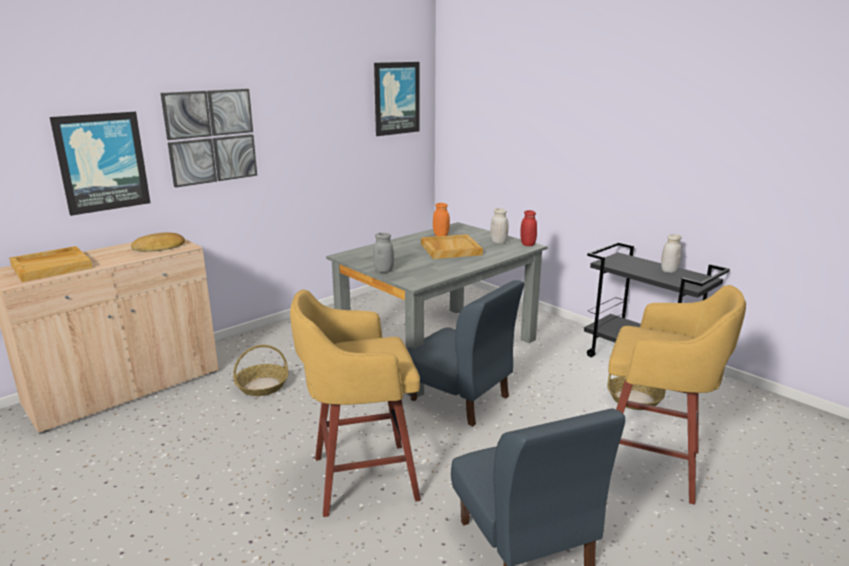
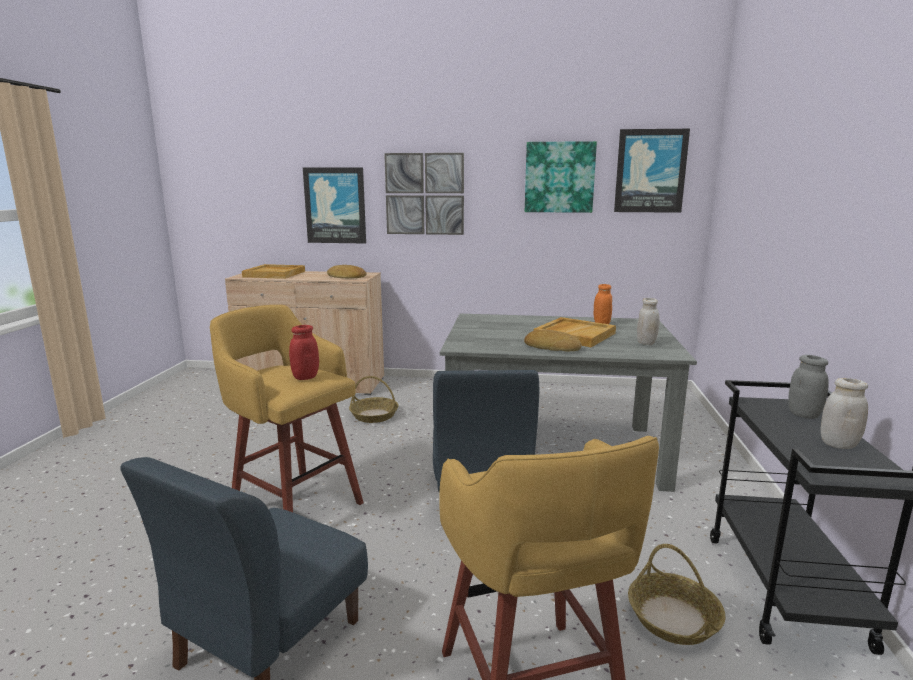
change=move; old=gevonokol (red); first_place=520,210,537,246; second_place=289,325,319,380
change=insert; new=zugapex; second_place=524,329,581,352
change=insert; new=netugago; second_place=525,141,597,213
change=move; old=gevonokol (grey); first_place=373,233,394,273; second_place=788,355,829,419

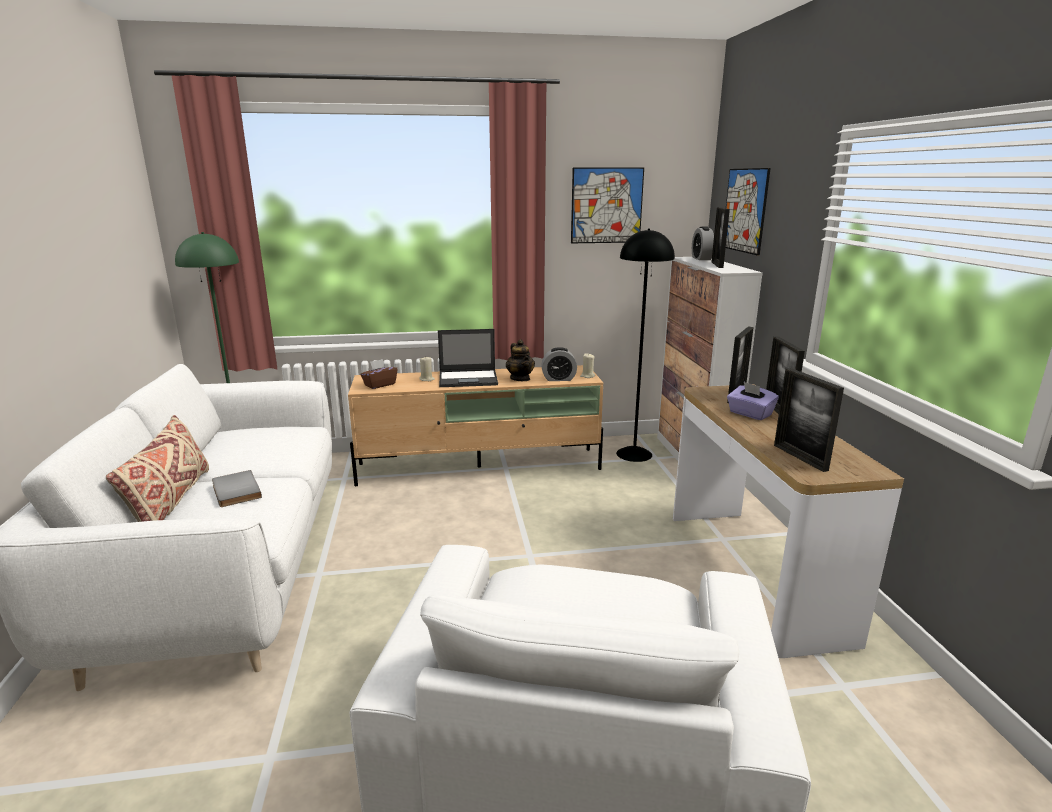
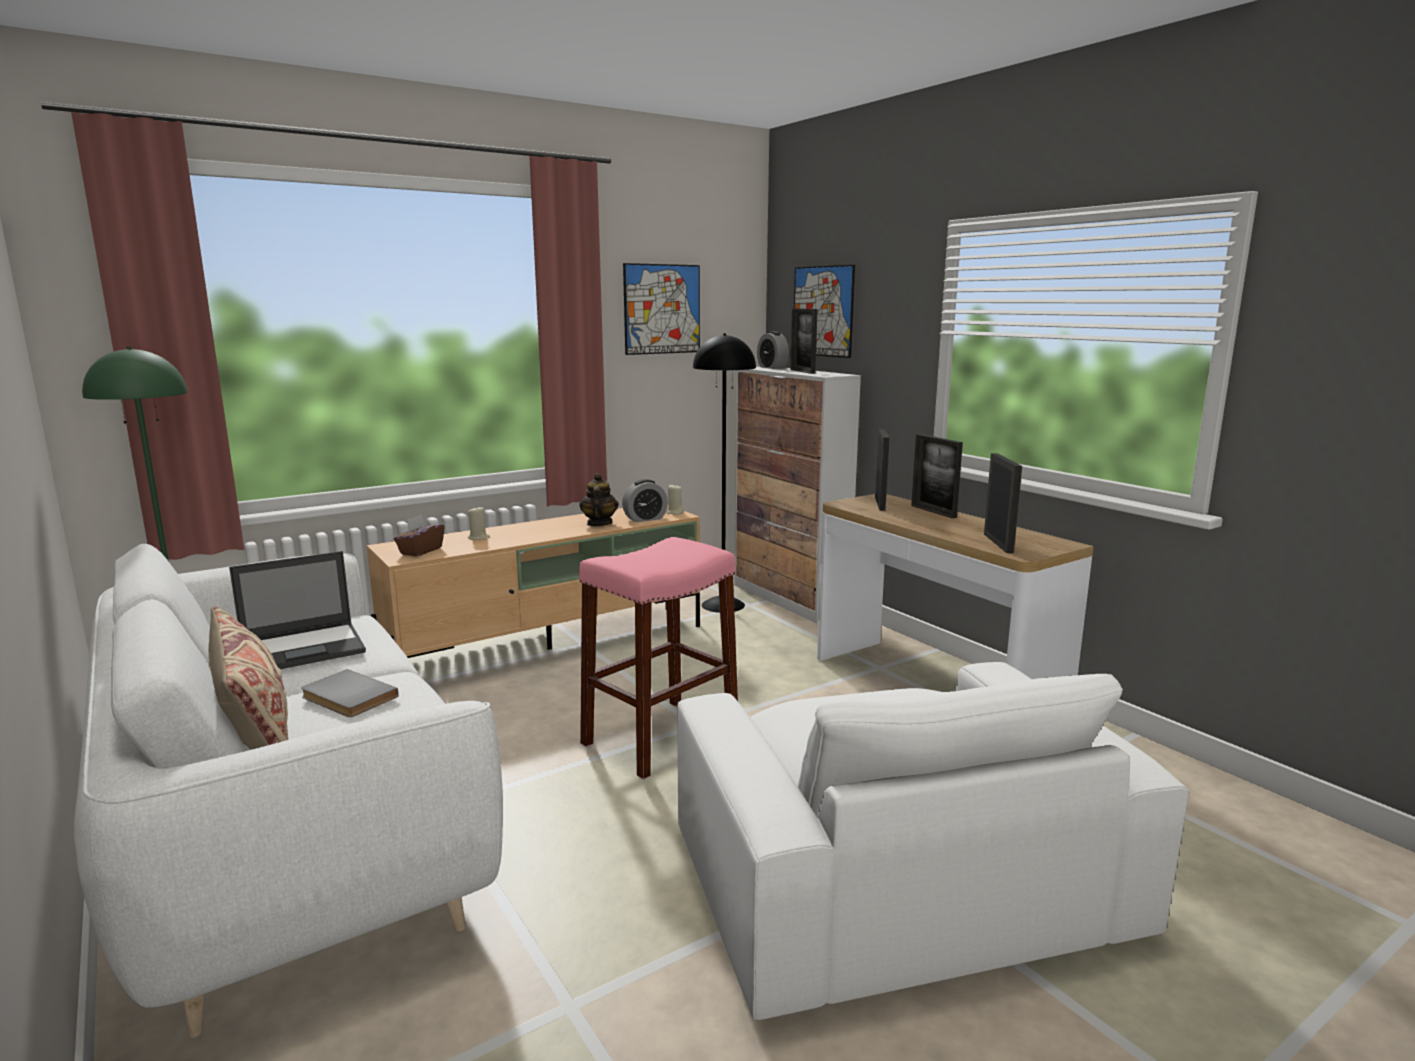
change=move; old=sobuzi; first_place=438,329,498,387; second_place=229,551,366,669
change=rotate; old=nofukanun; first_place=506,339,535,381; second_place=579,473,619,526; degrees=-135
change=insert; new=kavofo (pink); second_place=579,537,738,779
change=rotate; old=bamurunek; first_place=774,368,844,472; second_place=984,453,1022,553; degrees=-135
change=delete; old=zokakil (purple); first_place=727,382,779,420

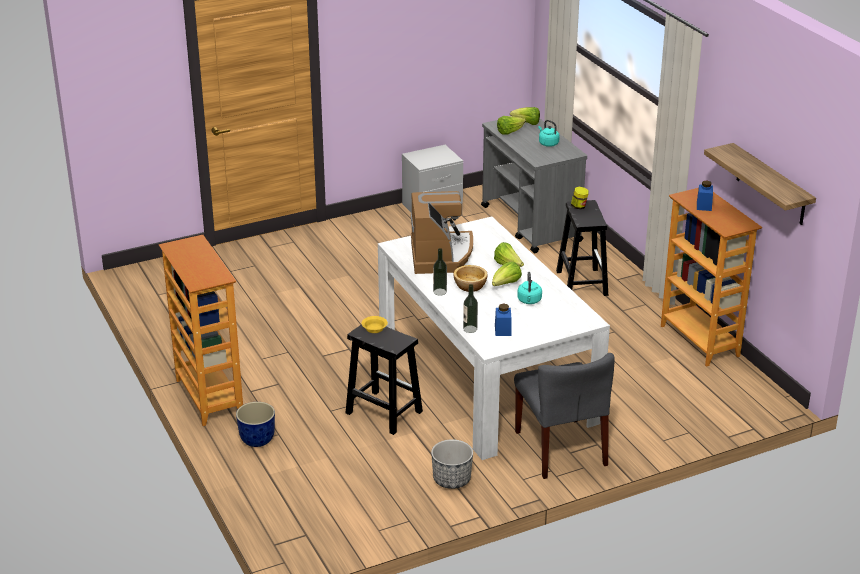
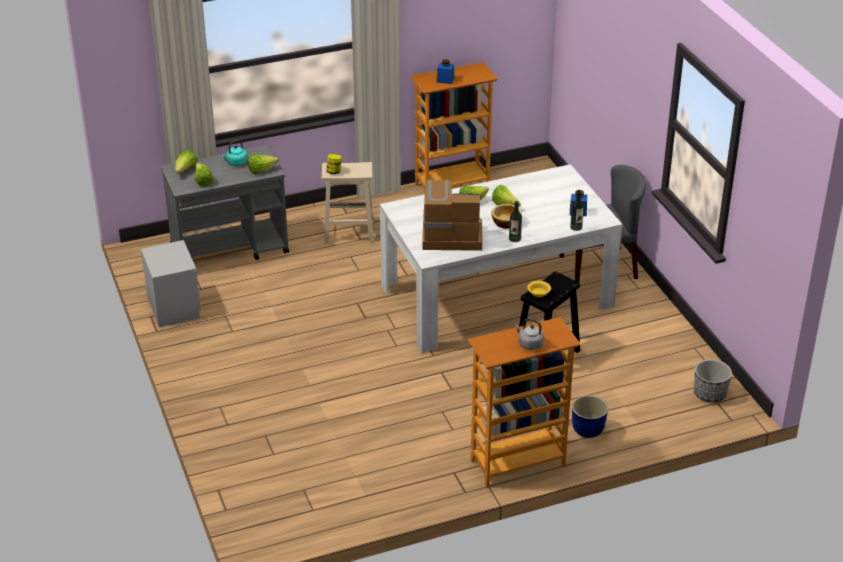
change=insert; new=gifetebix; second_place=248,155,278,174
change=recolor; old=kavofo (black); new=kavofo (beige); first_place=556,200,608,296; second_place=322,162,374,244
change=insert; new=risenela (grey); second_place=514,318,544,350
change=move; old=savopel; first_place=431,439,473,489; second_place=694,359,732,402
change=delete; old=risenela (turquoise); first_place=517,272,542,304
change=delete; old=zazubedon; first_place=704,143,816,225

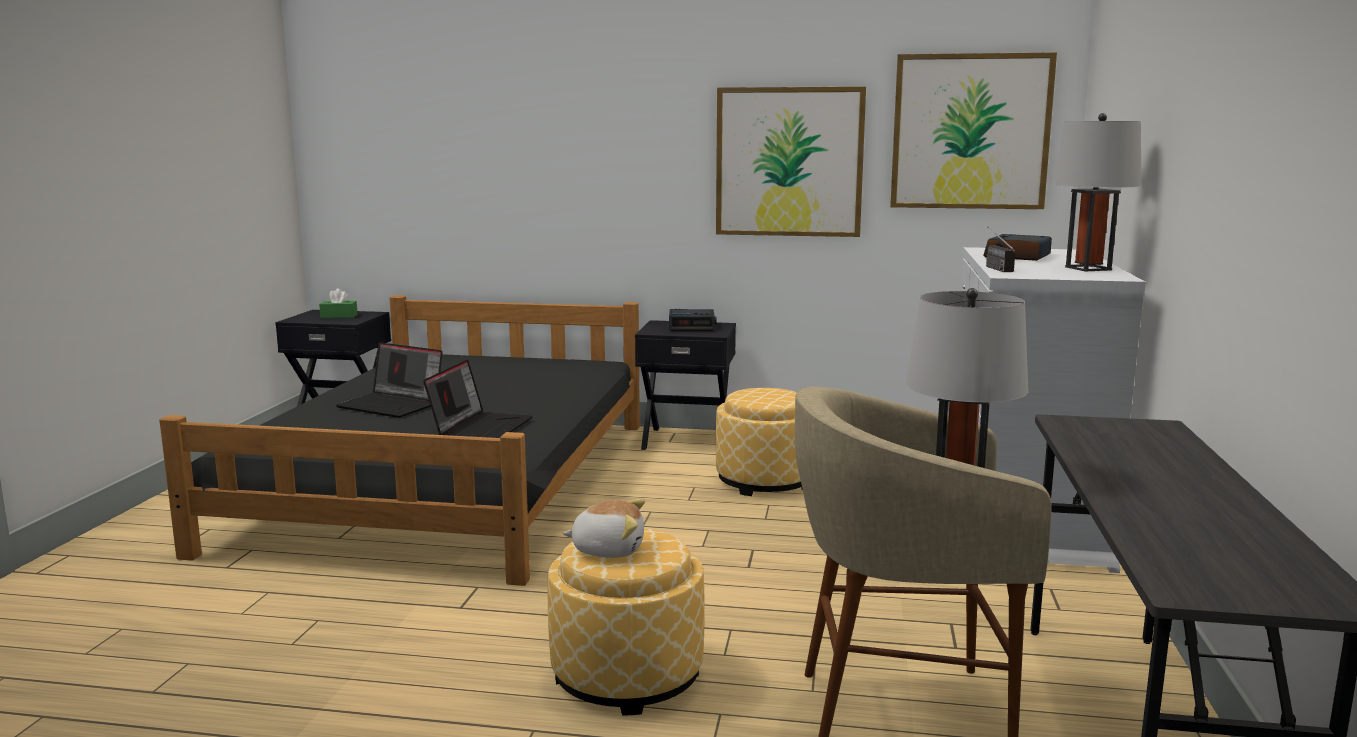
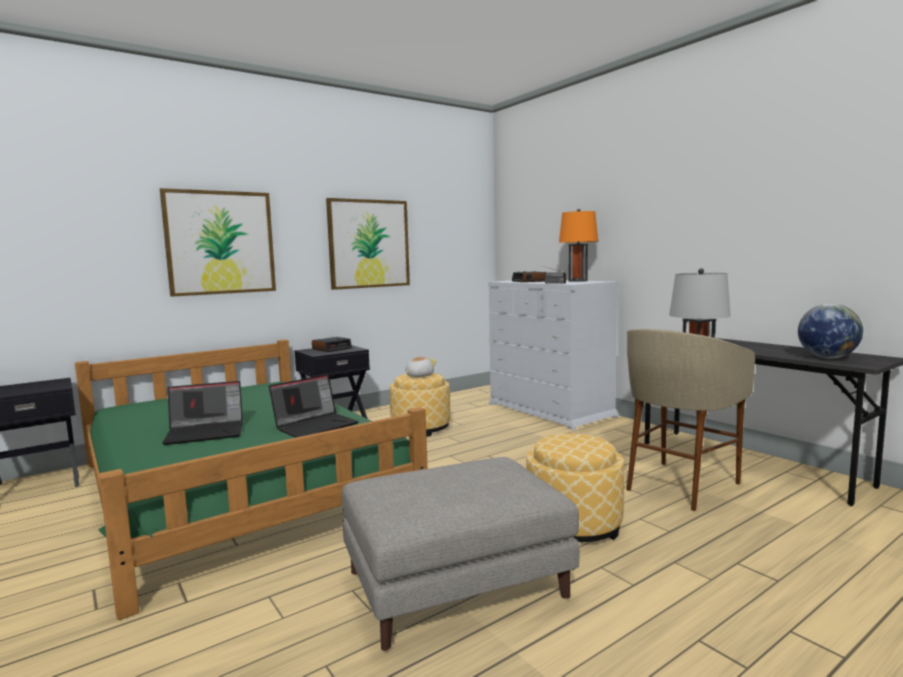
change=recolor; old=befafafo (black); new=befafafo (green); first_place=159,295,640,586; second_place=75,339,427,620
change=move; old=netugago; first_place=890,52,1057,209; second_place=160,188,276,297
change=rotate; old=sobuzi; first_place=423,360,533,438; second_place=269,374,359,437; degrees=75
change=insert; new=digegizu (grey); second_place=342,457,580,651
change=move; old=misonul; first_place=562,499,645,558; second_place=405,357,437,377
change=recolor; old=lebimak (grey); new=lebimak (orange); first_place=1052,113,1142,272; second_place=559,209,598,282
change=insert; new=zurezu; second_place=798,304,863,359
change=delete; old=zokakil (green); first_place=319,288,358,318

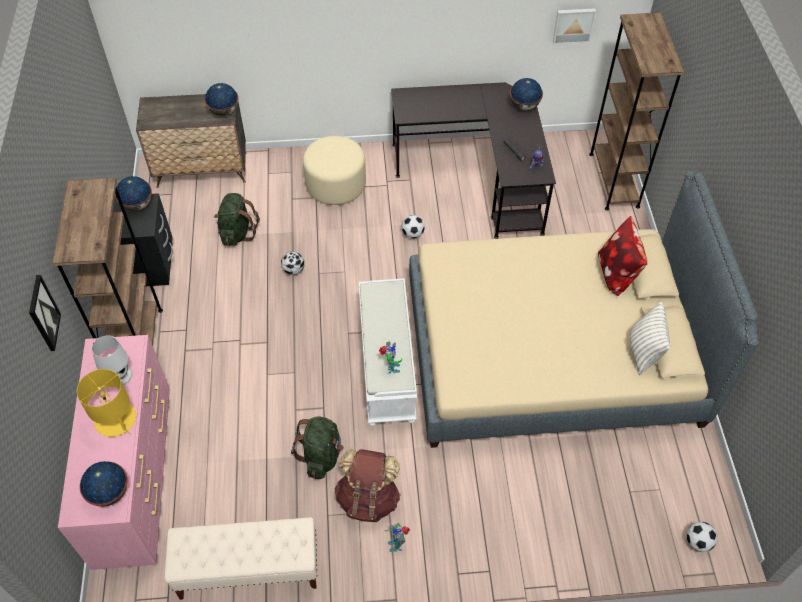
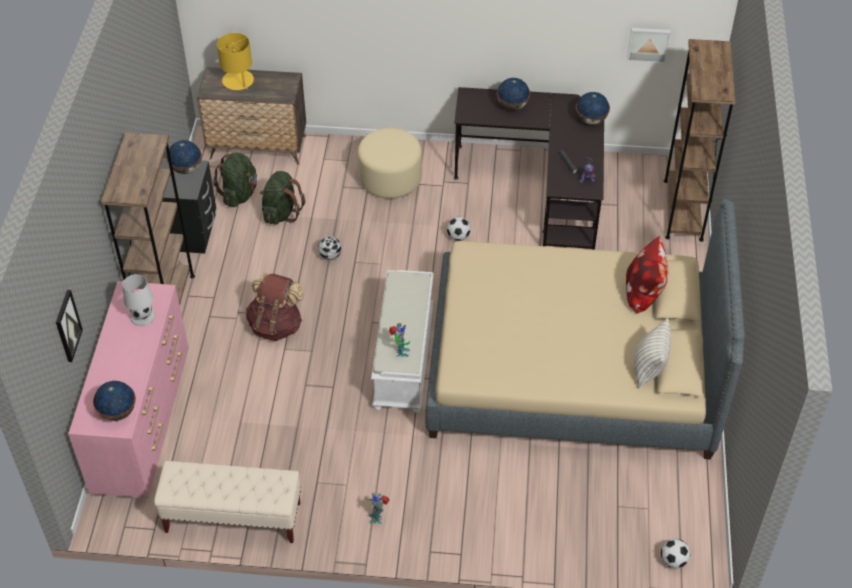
change=move; old=netugago; first_place=29,275,61,351; second_place=56,290,83,362
change=move; old=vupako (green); first_place=291,417,344,479; second_place=213,153,257,207
change=move; old=lebimak (yellow); first_place=77,369,136,437; second_place=217,33,254,90
change=move; old=vupako (brown); first_place=334,449,401,522; second_place=246,273,304,341
change=move; old=zurezu; first_place=205,83,238,116; second_place=497,78,530,110

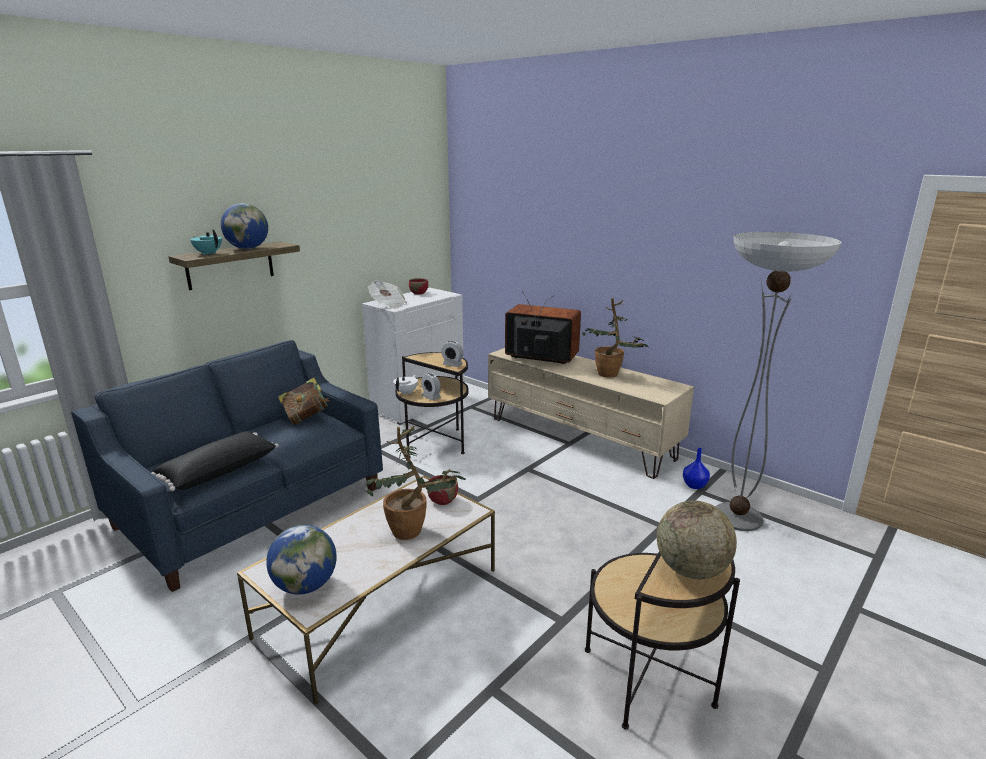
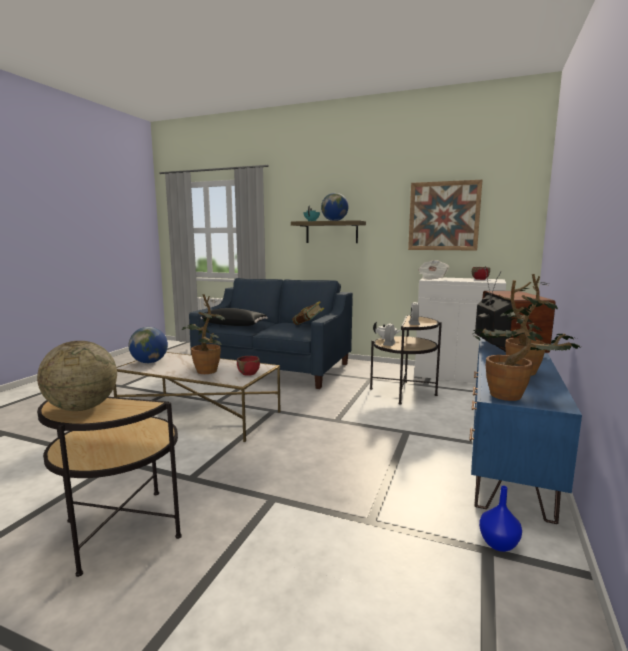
change=insert; new=netugago; second_place=408,180,482,251
change=recolor; old=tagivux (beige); new=tagivux (blue); first_place=488,348,694,479; second_place=469,337,582,524
change=insert; new=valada; second_place=473,280,581,401
change=delete; old=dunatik; first_place=715,232,841,531

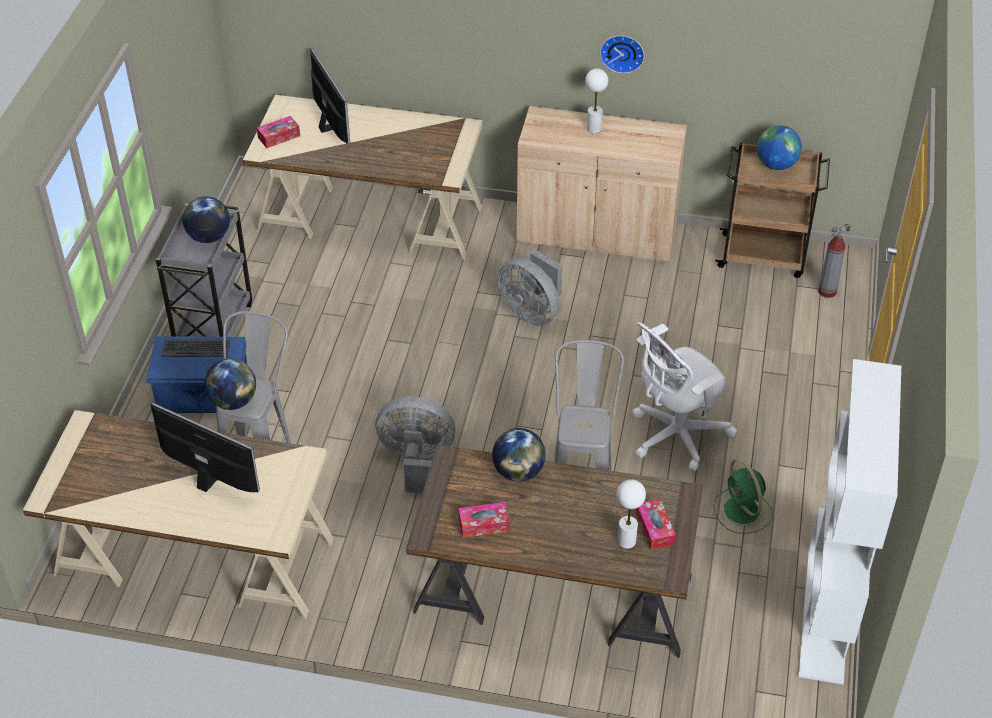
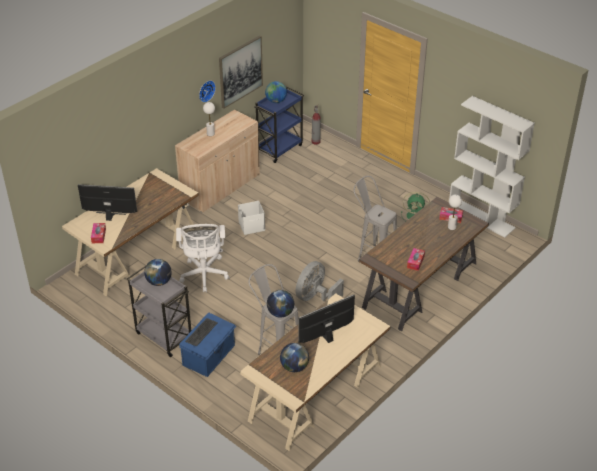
change=move; old=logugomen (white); first_place=633,322,737,471; second_place=176,224,229,292
change=insert; new=netugago; second_place=219,35,263,109
change=replace; old=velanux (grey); new=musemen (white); first_place=497,250,563,326; second_place=238,201,265,235
change=recolor; old=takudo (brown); new=takudo (blue); first_place=715,142,830,278; second_place=254,87,304,163
change=move; old=zurezu; first_place=492,428,546,482; second_place=280,343,309,372

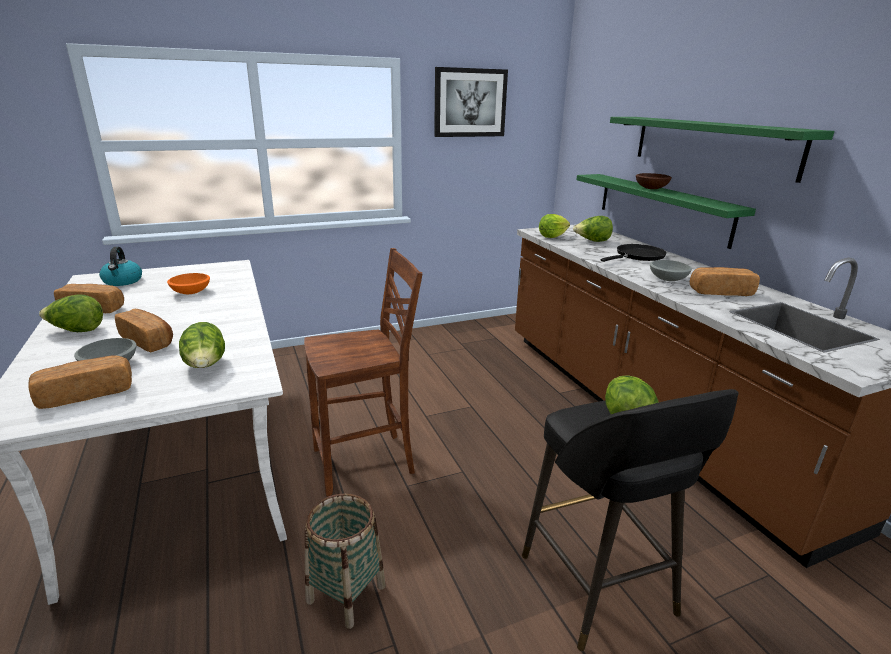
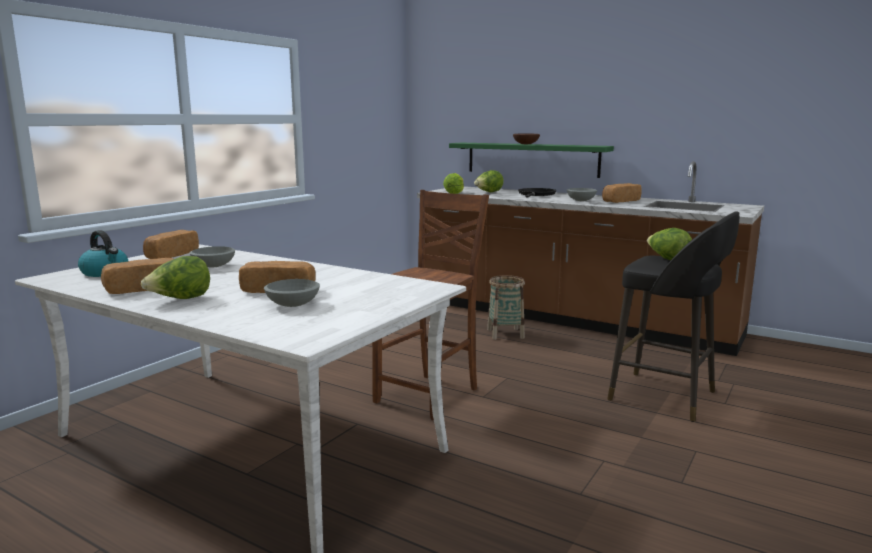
change=move; old=zugapex; first_place=28,356,132,409; second_place=143,230,199,259
change=recolor; old=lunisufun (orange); new=lunisufun (grey); first_place=167,273,210,294; second_place=190,246,235,267
change=move; old=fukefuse; first_place=305,493,385,629; second_place=487,275,525,340
change=delete; old=gifetebix; first_place=179,322,225,368
change=delete; old=netugago; first_place=434,67,508,137
change=delete; old=zazubedon (green); first_place=610,117,834,183

